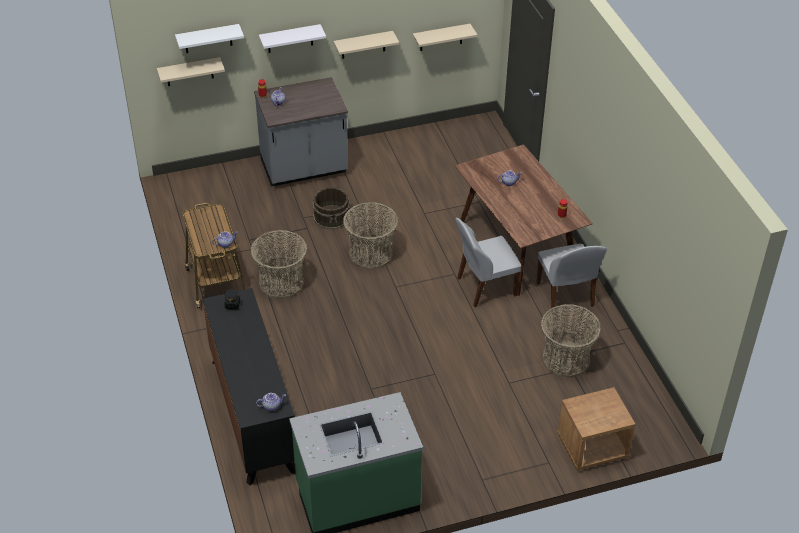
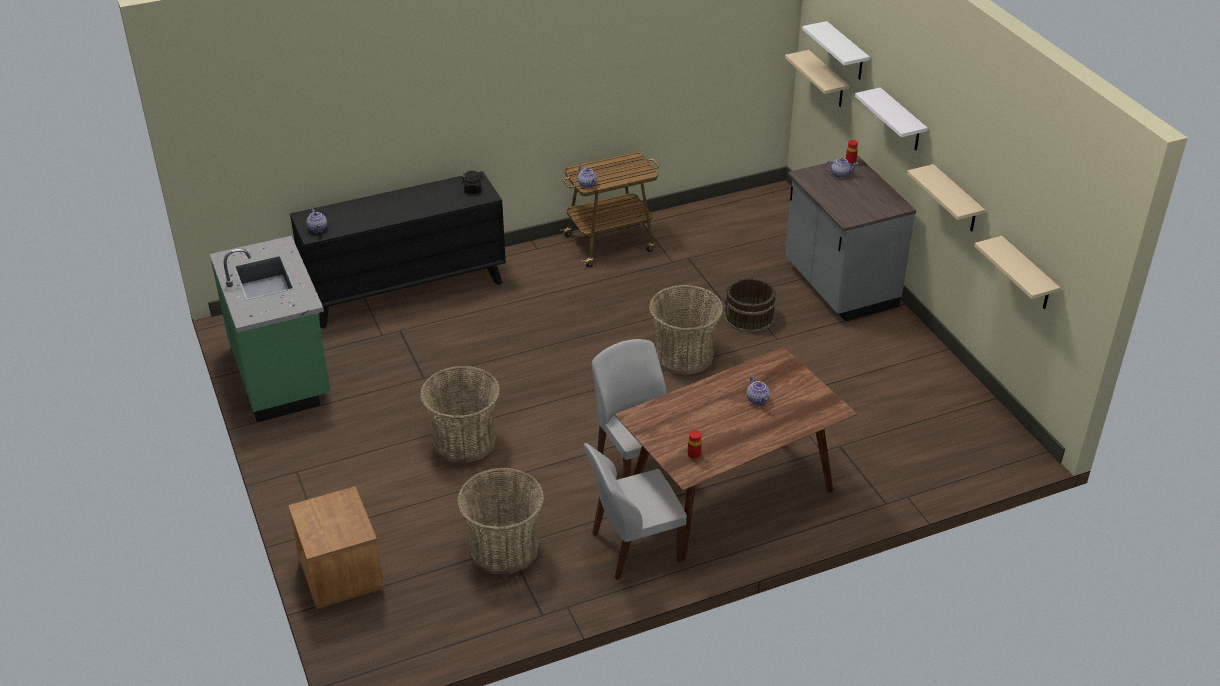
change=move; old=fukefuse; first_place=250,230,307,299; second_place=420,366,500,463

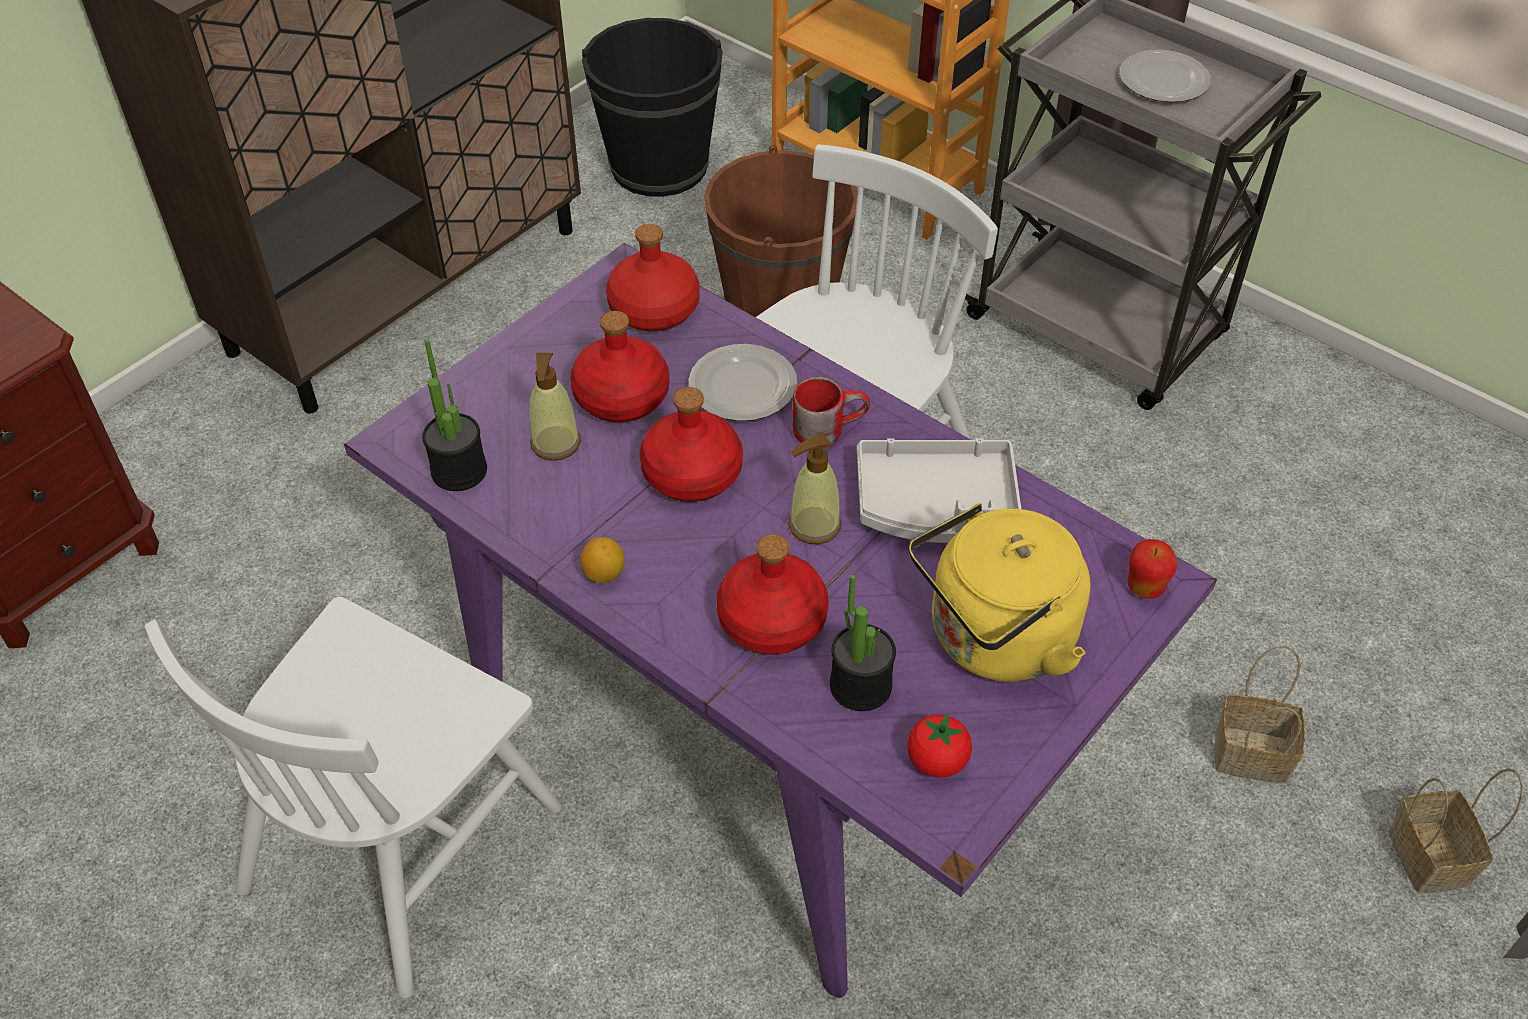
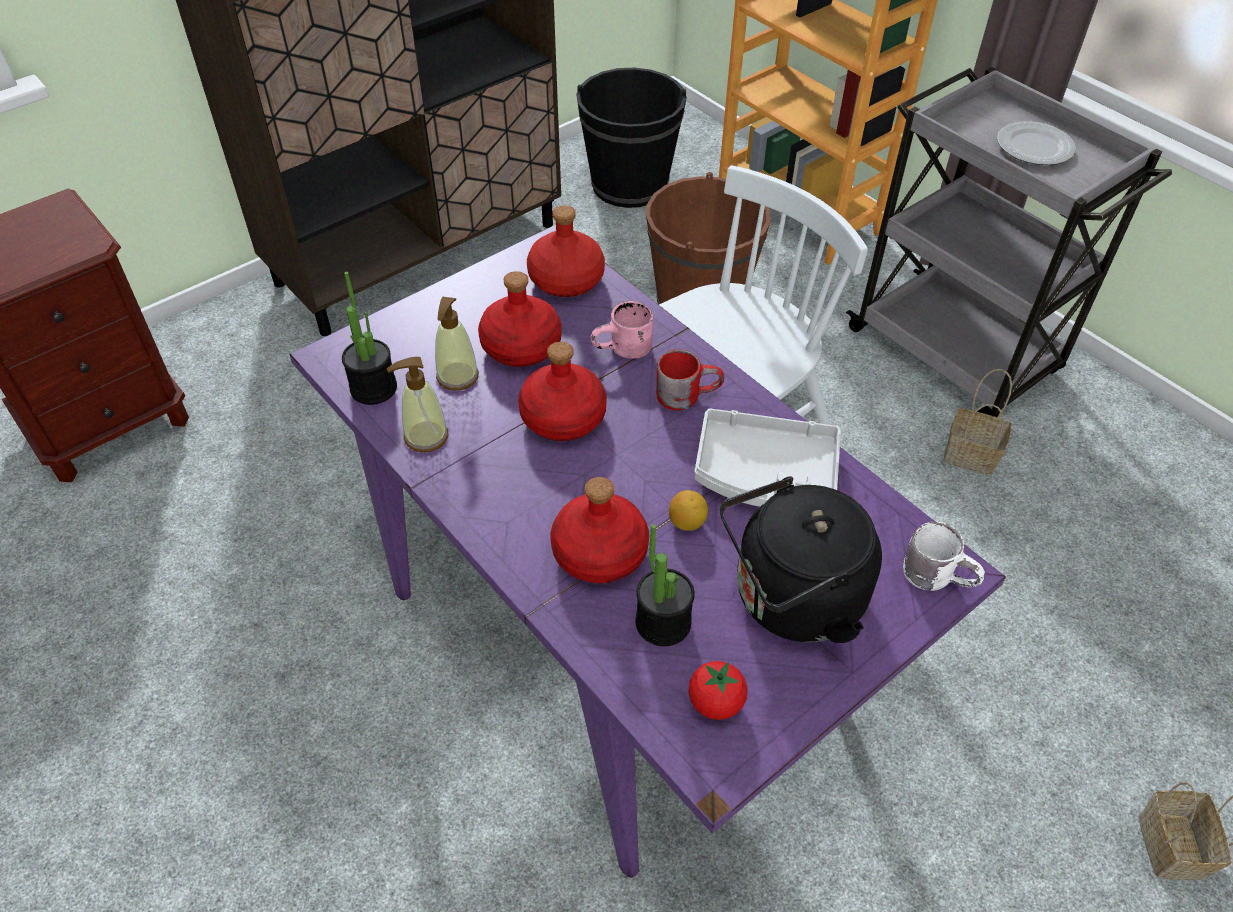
change=move; old=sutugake; first_place=788,434,841,544; second_place=387,357,448,452
change=replace; old=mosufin; new=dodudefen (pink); first_place=689,344,797,421; second_place=591,301,653,359
change=move; old=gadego; first_place=580,537,625,583; second_place=669,490,708,531
change=recolor; old=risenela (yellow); new=risenela (black); first_place=909,503,1091,682; second_place=720,477,882,643
change=replace; old=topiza; new=dodudefen (white); first_place=1128,539,1178,599; second_place=903,522,985,591
change=move; old=fukefuse; first_place=1215,646,1305,783; second_place=944,369,1012,475
change=delete; old=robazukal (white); first_place=145,597,561,999

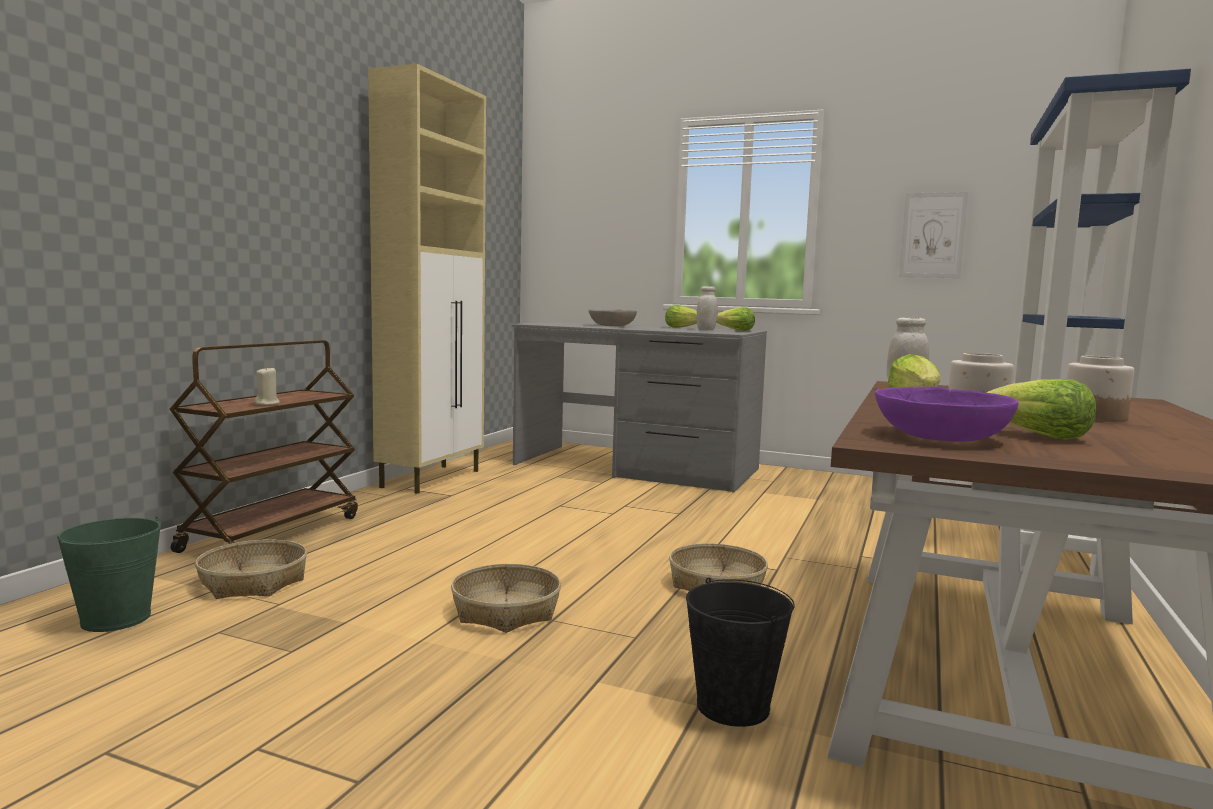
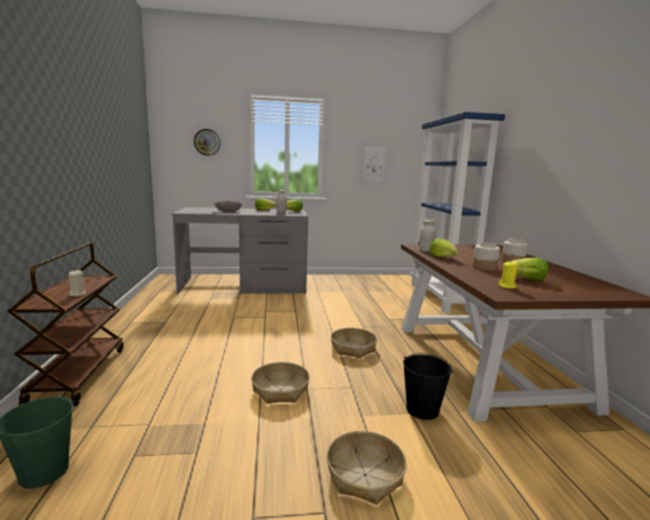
change=insert; new=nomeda; second_place=194,129,220,156
change=move; old=fukefuse; first_place=195,539,307,599; second_place=327,431,407,505
change=replace; old=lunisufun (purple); new=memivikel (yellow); first_place=875,387,1018,442; second_place=499,262,518,289
change=delete; old=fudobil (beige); first_place=368,64,486,494

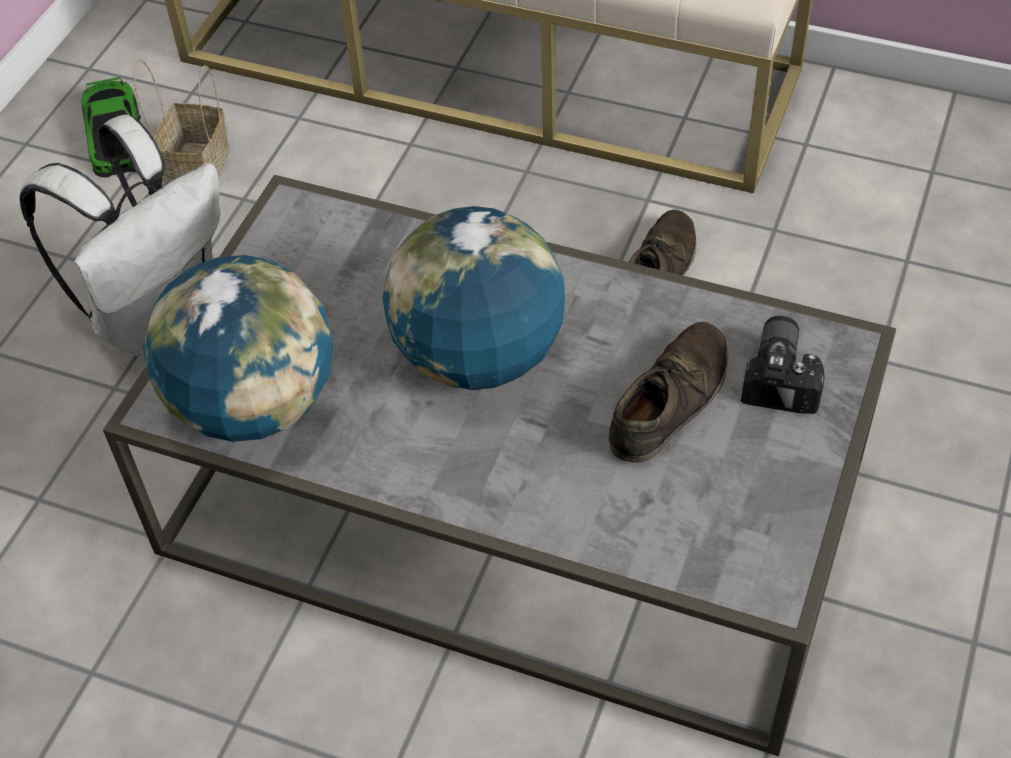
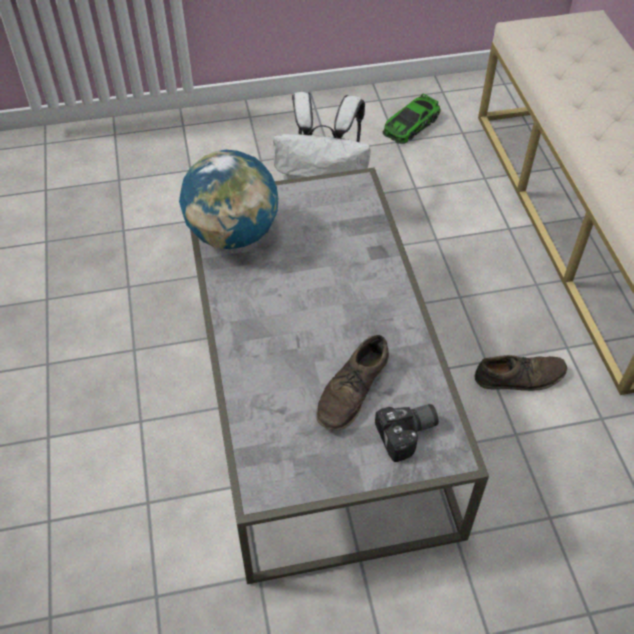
change=rotate; old=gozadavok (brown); first_place=608,322,728,463; second_place=316,335,389,431; degrees=120
change=delete; old=fukefuse; first_place=133,59,230,184
change=delete; old=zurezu; first_place=382,206,565,390

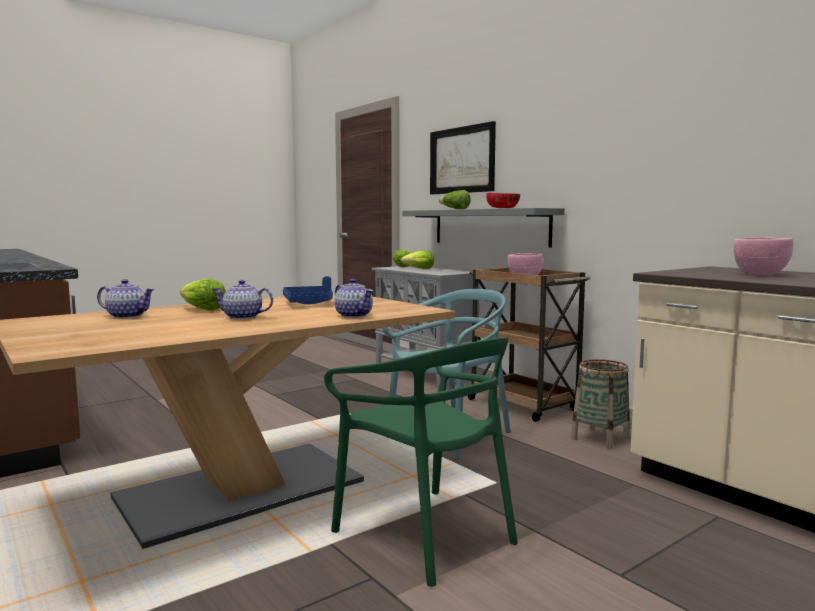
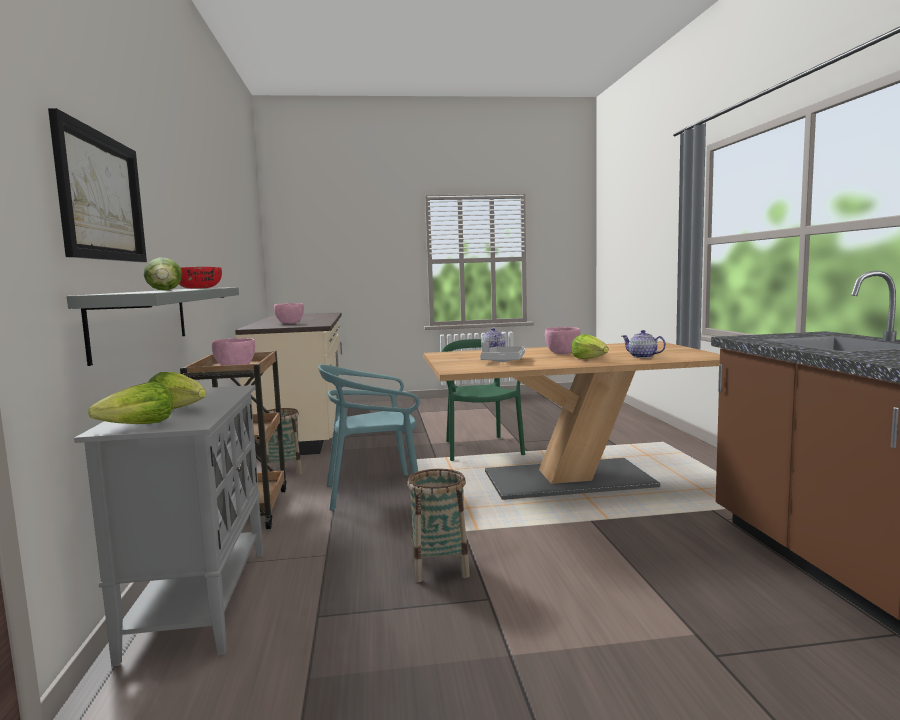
change=insert; new=fukefuse; second_place=407,469,470,582
change=recolor; old=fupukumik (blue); new=fupukumik (grey); first_place=283,276,333,304; second_place=480,341,525,362
change=replace; old=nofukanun; new=lunisufun (pink); first_place=212,280,273,319; second_place=545,327,580,354

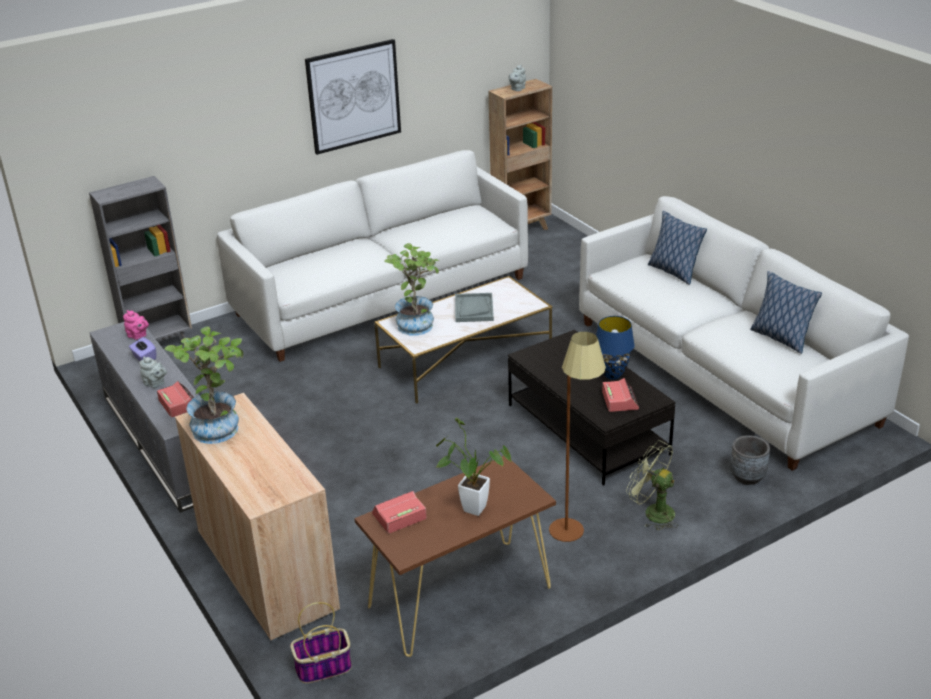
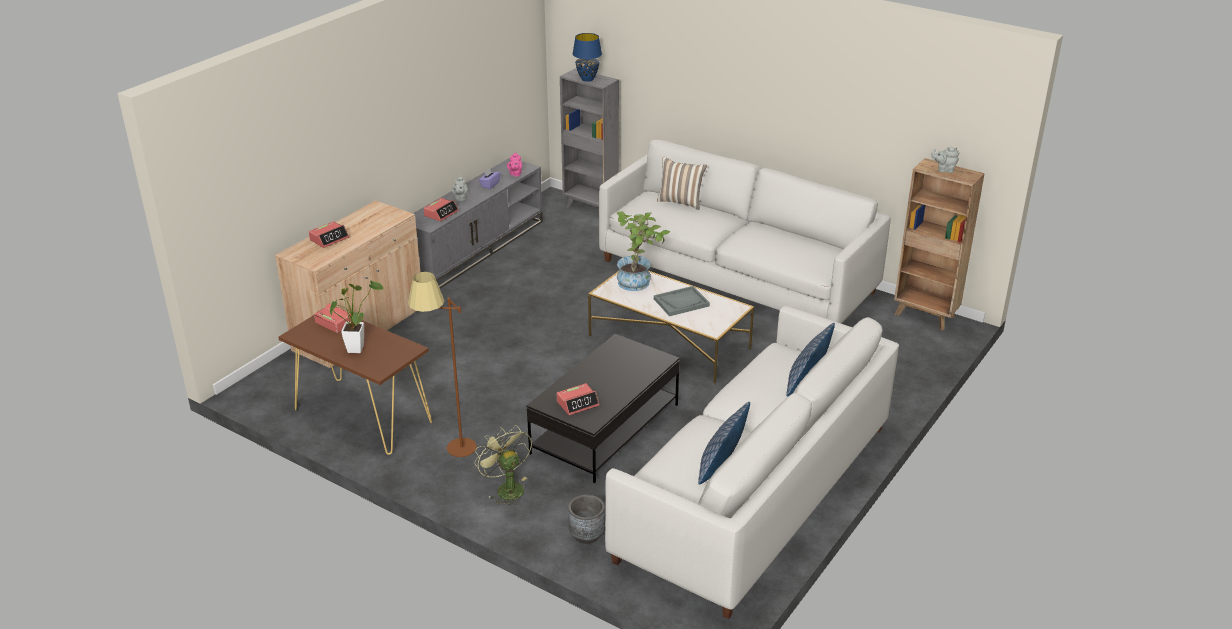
change=insert; new=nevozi; second_place=309,221,349,248
change=rotate; old=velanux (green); first_place=626,440,678,531; second_place=475,425,532,506; degrees=-45
change=move; old=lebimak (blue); first_place=596,316,635,379; second_place=573,33,602,82
change=insert; new=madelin; second_place=657,157,707,210
change=delete; old=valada; first_place=165,326,243,444
change=delete; old=fukefuse; first_place=290,602,352,683
change=delete; old=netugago; first_place=305,39,401,155

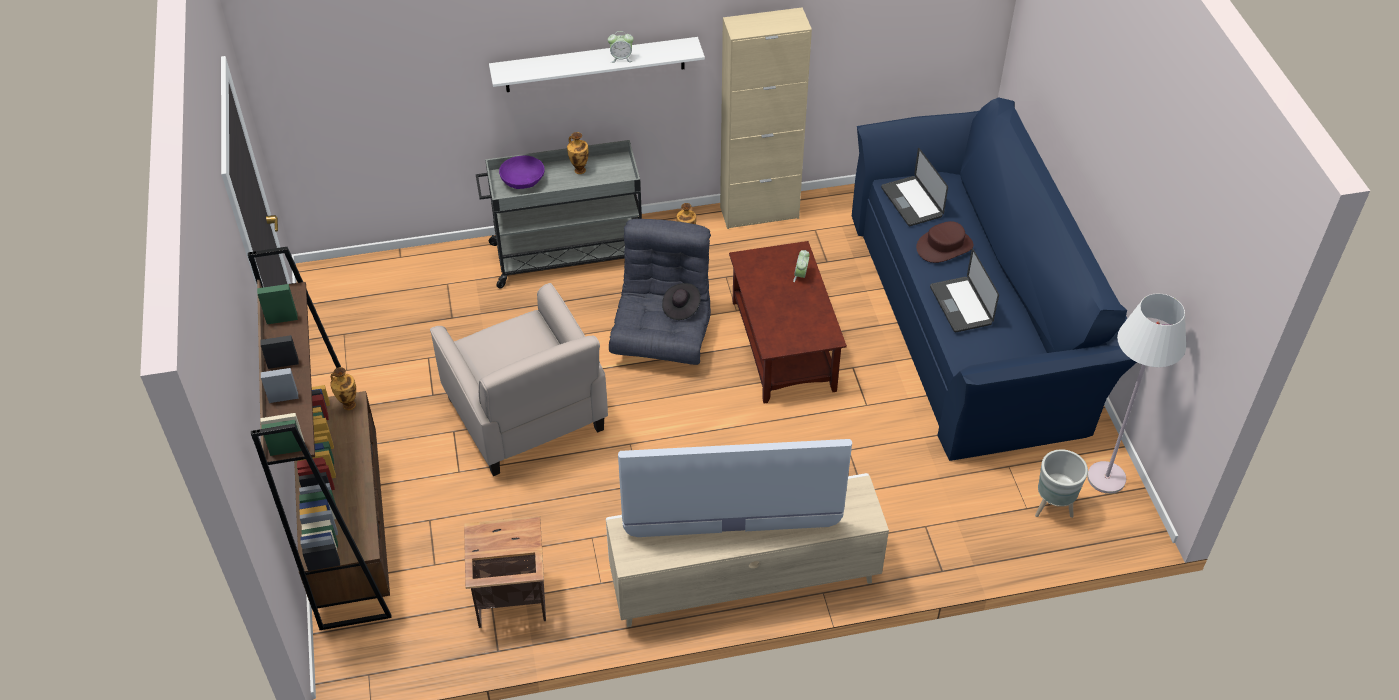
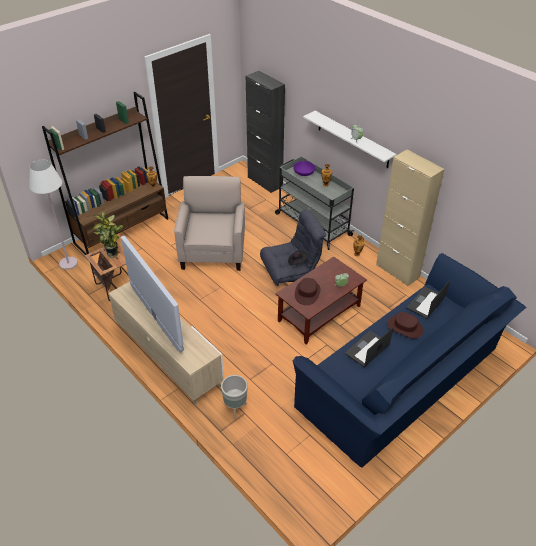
change=move; old=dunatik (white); first_place=1087,294,1186,494; second_place=29,159,78,270
change=insert; new=valada; second_place=93,211,123,257
change=rotate; old=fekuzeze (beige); first_place=430,283,608,476; second_place=174,176,245,271; degrees=150
change=move; old=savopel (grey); first_place=1035,449,1088,518; second_place=221,375,248,420
change=insert; new=fudobil (black); second_place=246,71,285,193
change=insert; new=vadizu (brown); second_place=295,278,320,305

